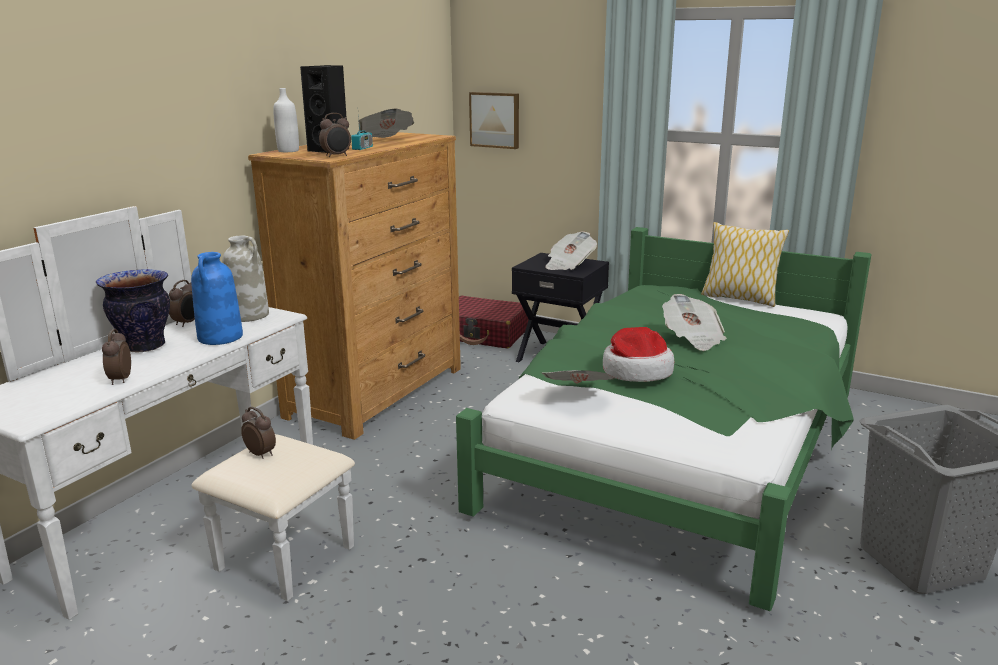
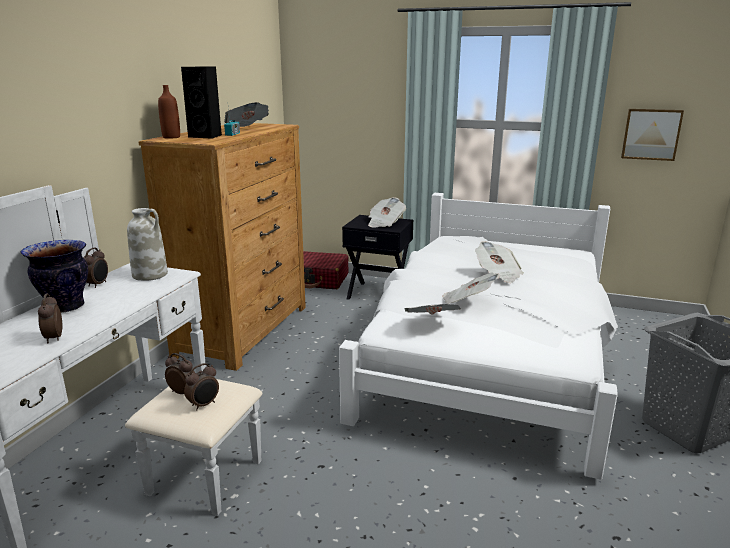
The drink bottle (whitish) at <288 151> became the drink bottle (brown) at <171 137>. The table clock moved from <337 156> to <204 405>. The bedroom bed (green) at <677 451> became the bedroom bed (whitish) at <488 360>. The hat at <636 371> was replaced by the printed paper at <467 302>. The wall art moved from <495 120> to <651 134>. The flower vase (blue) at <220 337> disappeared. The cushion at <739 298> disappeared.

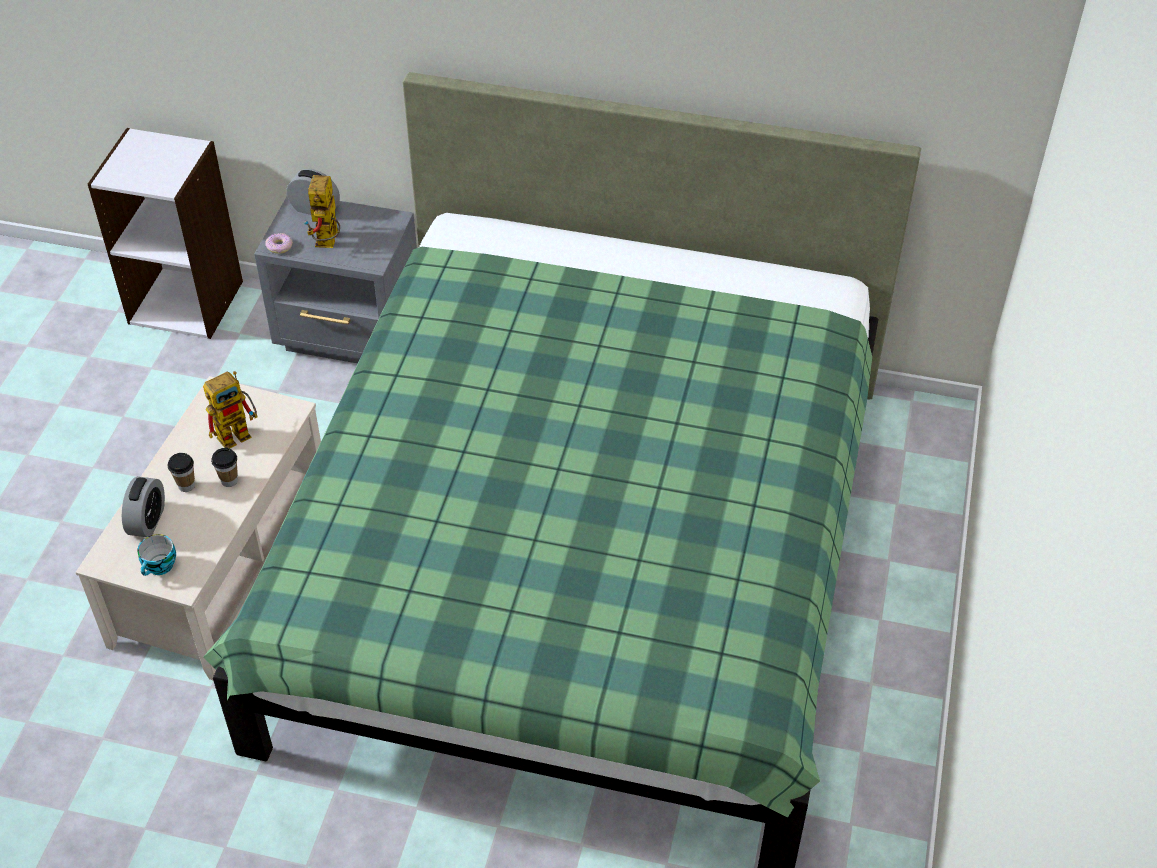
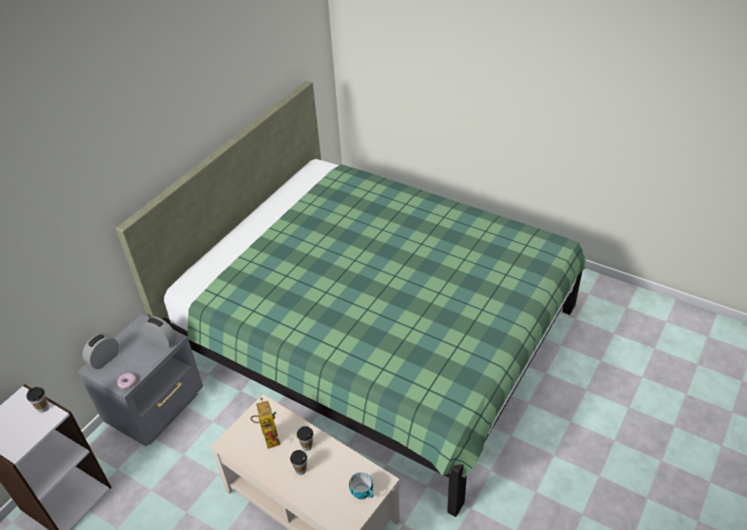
The small cup at <43 408> appeared. The table clock moved from <148 521> to <162 341>. The toy robot at <328 244> disappeared.

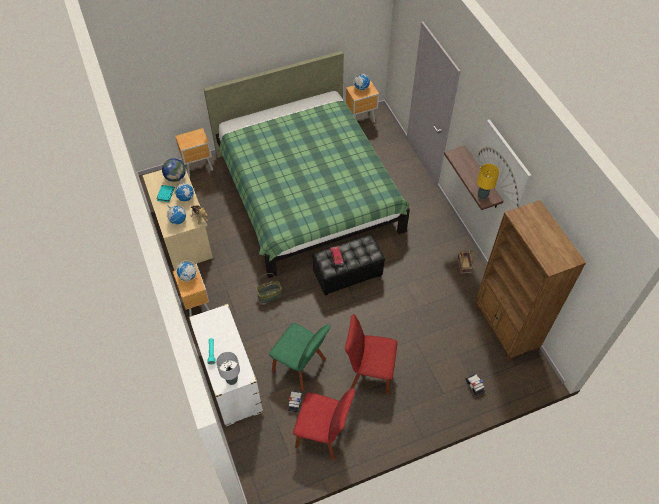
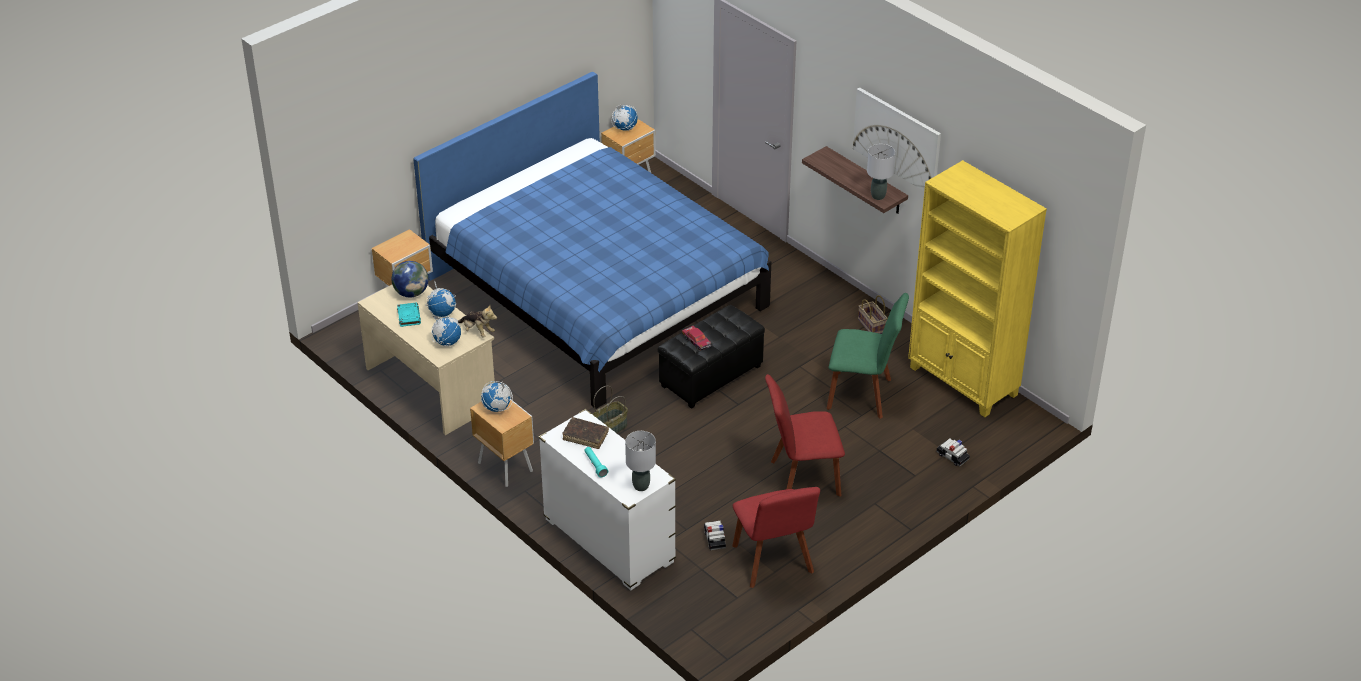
The bedroom bed (green) at <307 193> became the bedroom bed (blue) at <596 293>. The volume (brown) at <585 436> appeared. The chair (red-coloured) at <323 434> turned 75 degrees clockwise. The chair (green) moved from <301 366> to <863 395>. The lamp for a table (yellow) at <482 196> became the lamp for a table (grey) at <878 196>. The shelving unit (brown) at <505 328> became the shelving unit (yellow) at <963 382>.

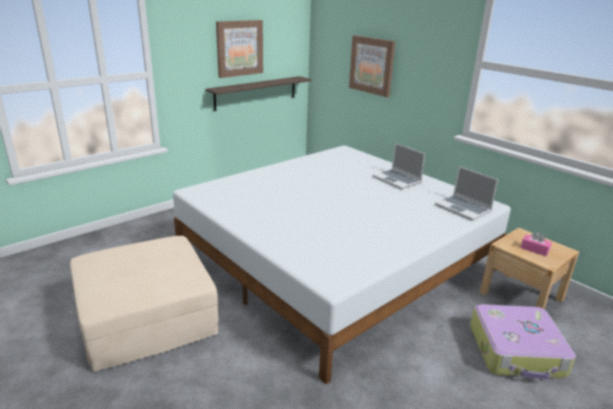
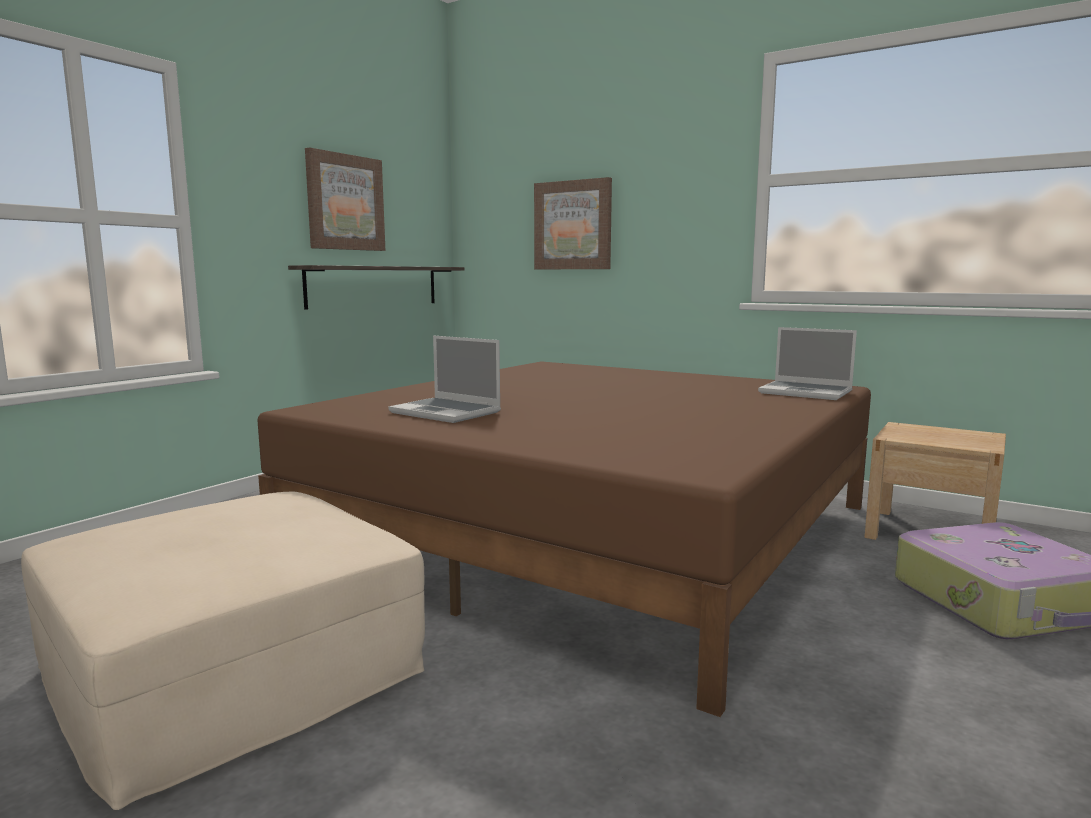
The bedroom bed (whitish) at <336 261> became the bedroom bed (brown) at <593 531>. The portable computer moved from <397 180> to <447 412>. The tissue holder (pink) at <534 249> disappeared.

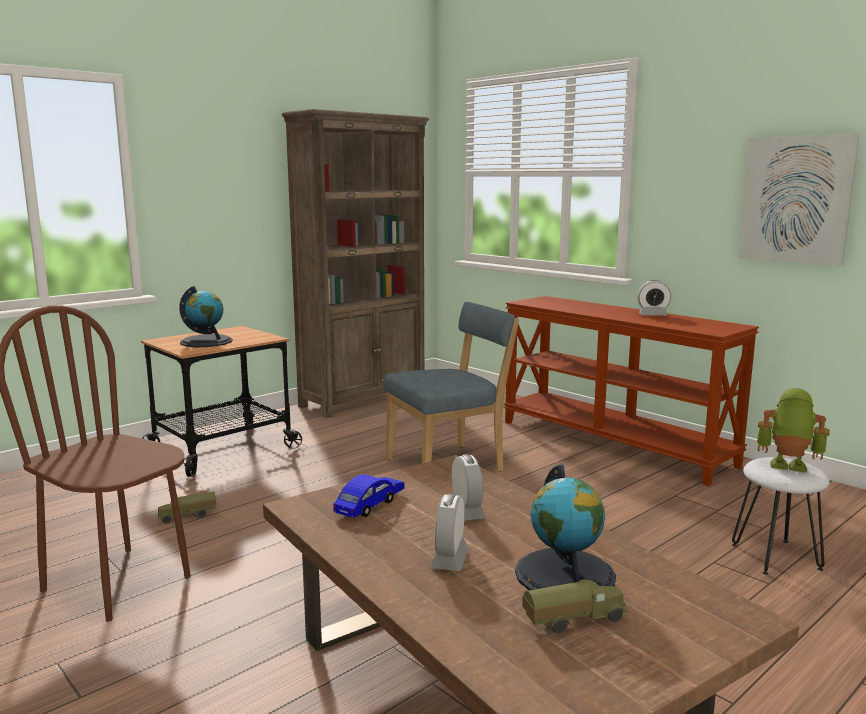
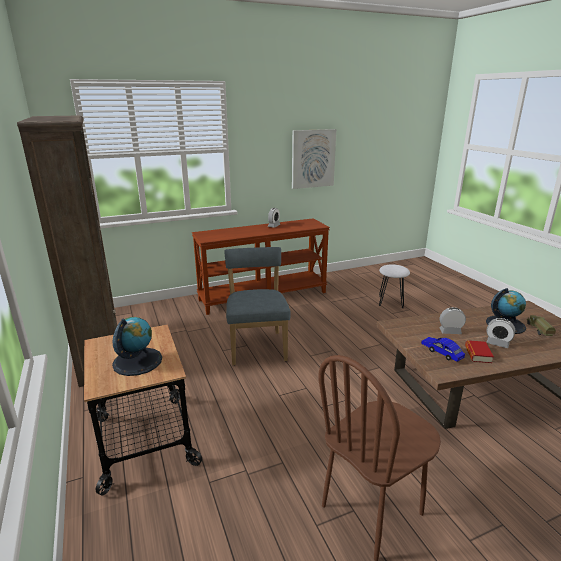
The volume at <478 354> appeared. The toy truck at <187 517> disappeared. The toy robot at <787 467> disappeared.

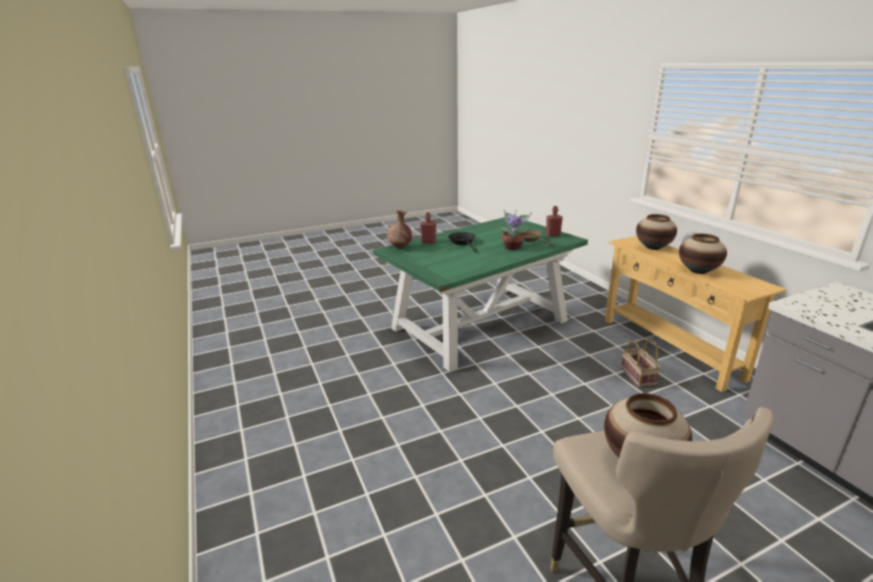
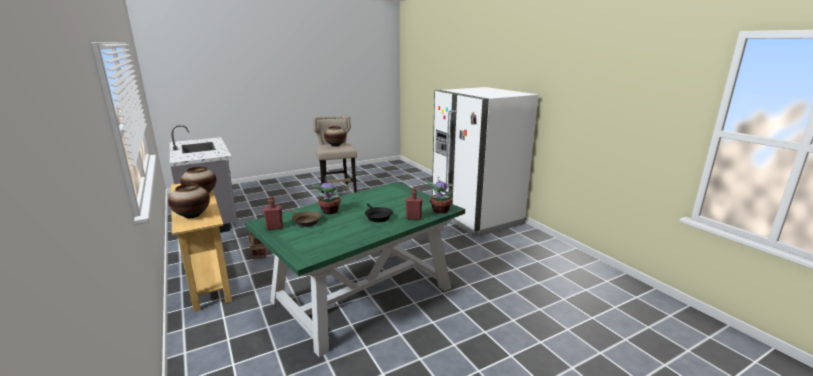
The flower vase (brown) at <400 247> was replaced by the houseplant at <439 210>. The kitchen fridge (whitish) at <476 217> appeared.

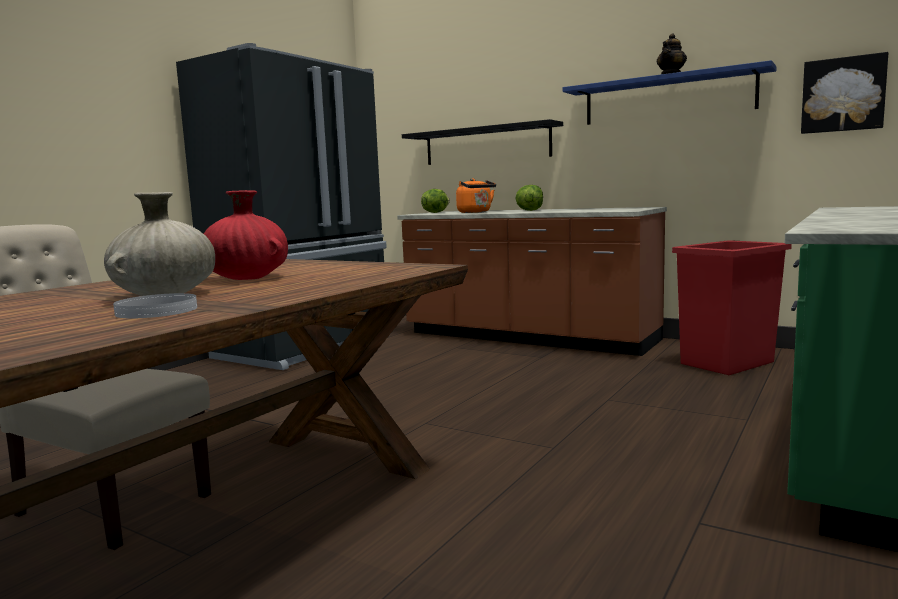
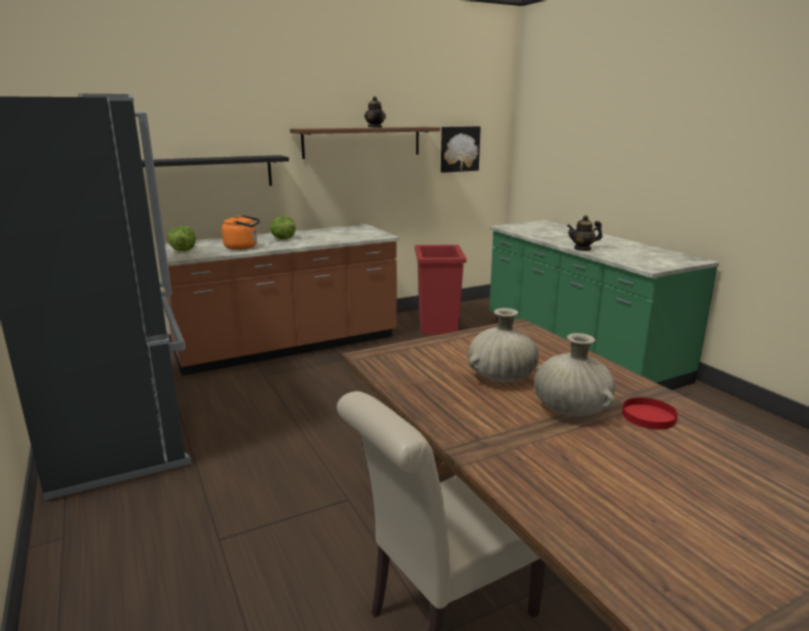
The wall shelf (blue) at <667 98> became the wall shelf (brown) at <362 142>. The flower vase (red-coloured) at <247 278> became the flower vase (beige) at <501 377>. The teapot at <582 249> appeared. The flat dish (whitish) at <157 310> became the flat dish (red-coloured) at <648 416>.

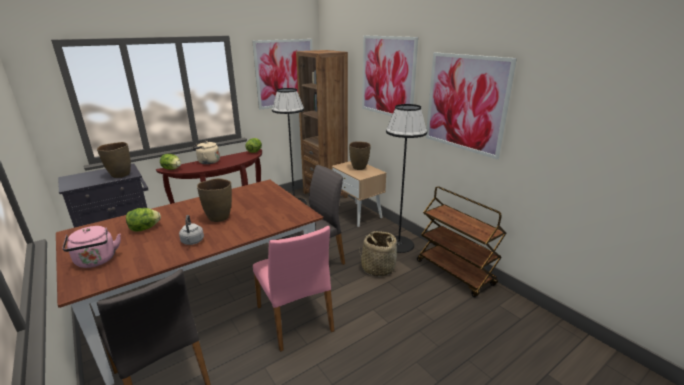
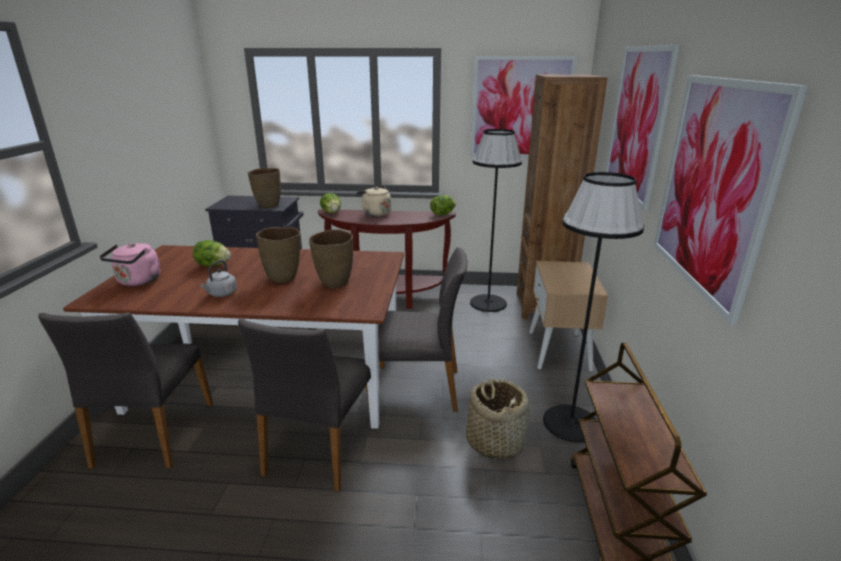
The chair (pink) at <296 318> became the chair (grey) at <320 448>. The flower vase (brown) moved from <359 168> to <335 283>.

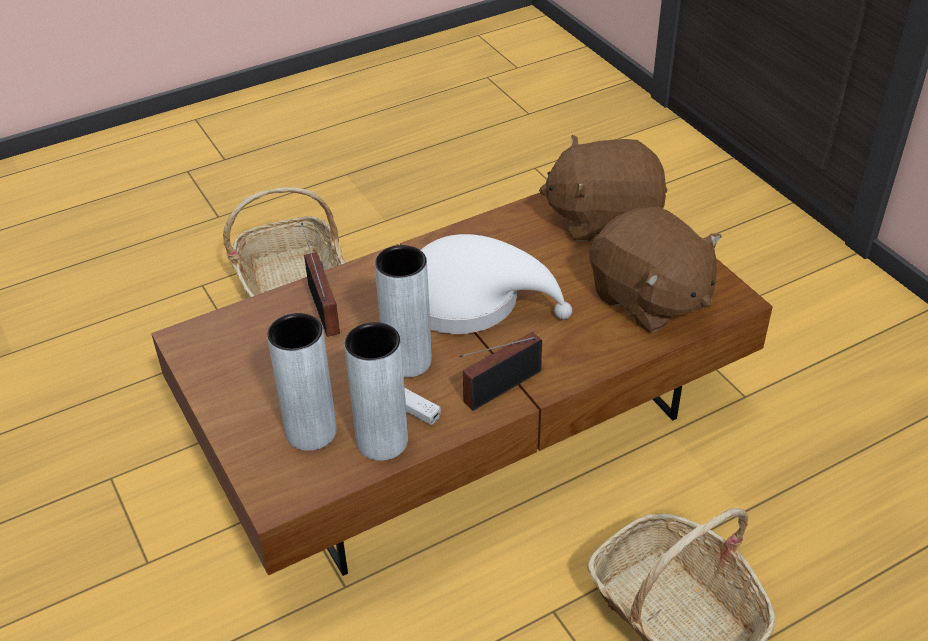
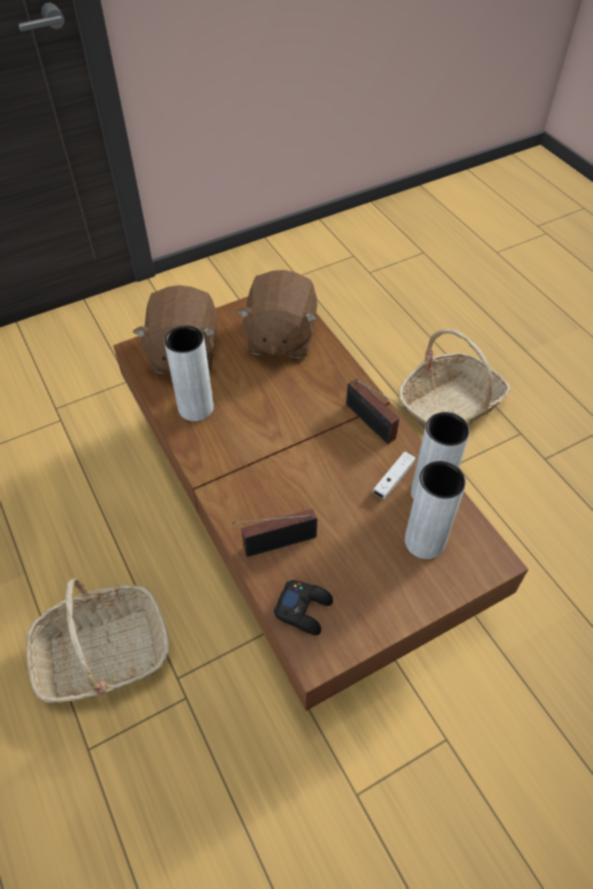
The flower vase (grey) moved from <407 361> to <196 408>. The plush toy (brown) at <649 299> turned 135 degrees clockwise. The game controller (blackish) at <304 609> appeared. The hat (whitish) at <471 299> disappeared.

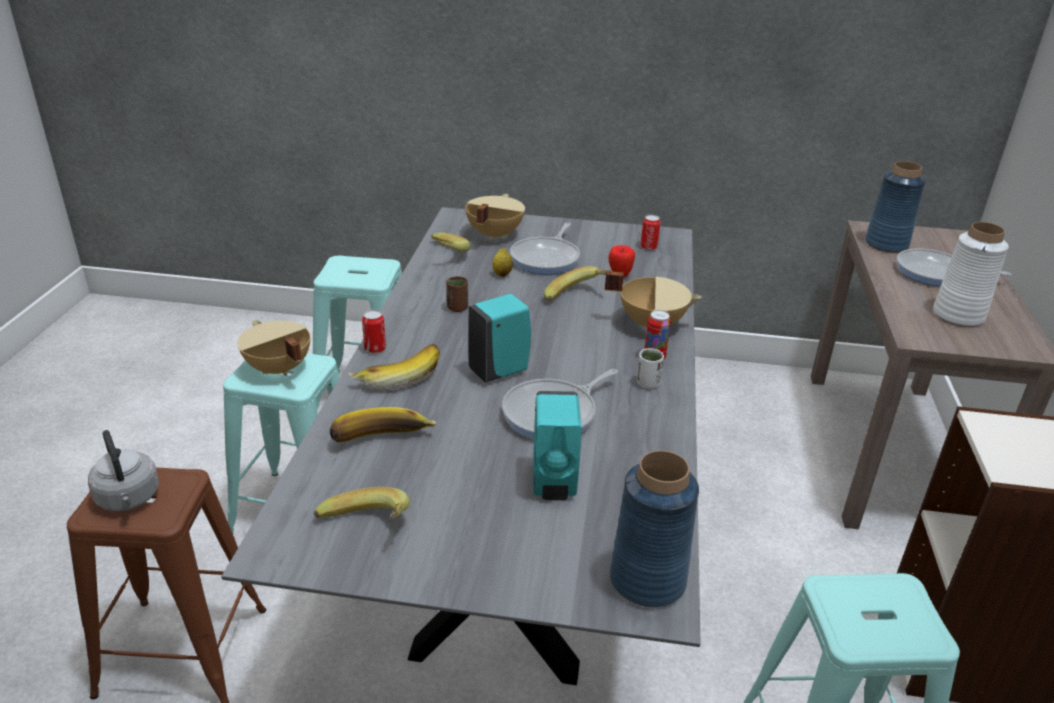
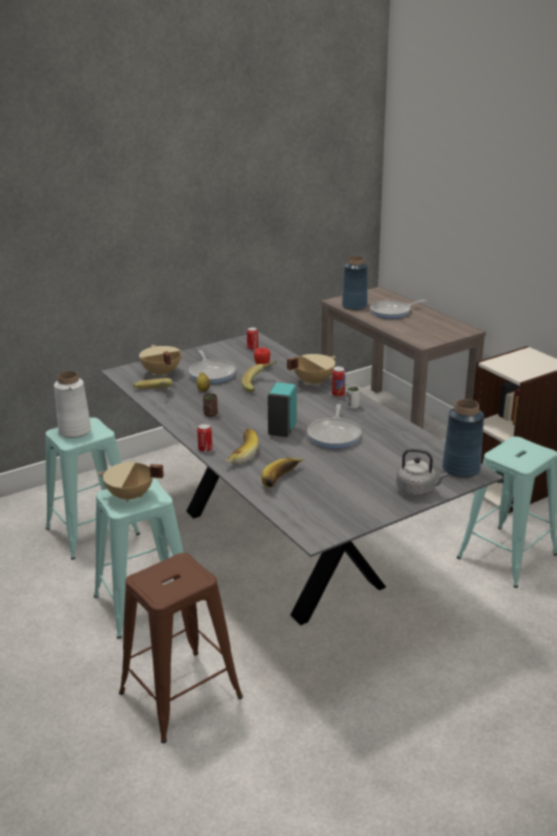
The flower vase (whitish) moved from <958 315> to <75 431>. The water kettle (grey) moved from <129 499> to <417 490>. The whole banana at <366 529> disappeared. The liquid soap bottle (turquoise) at <554 483> disappeared.

